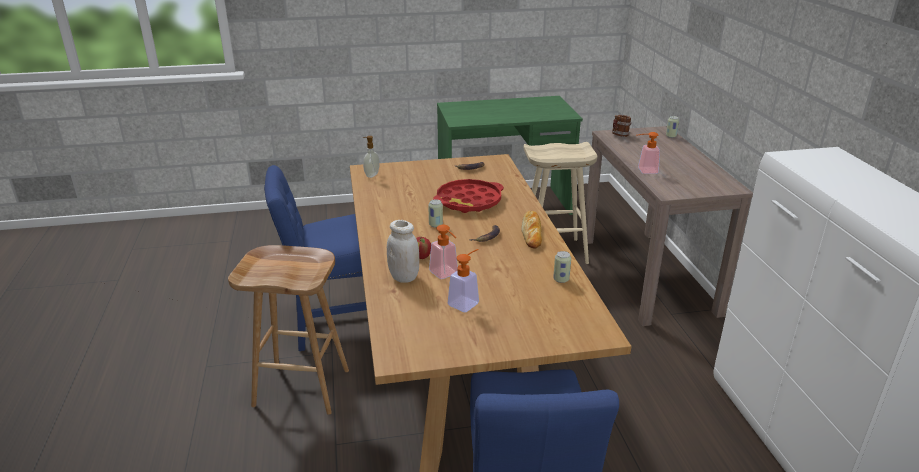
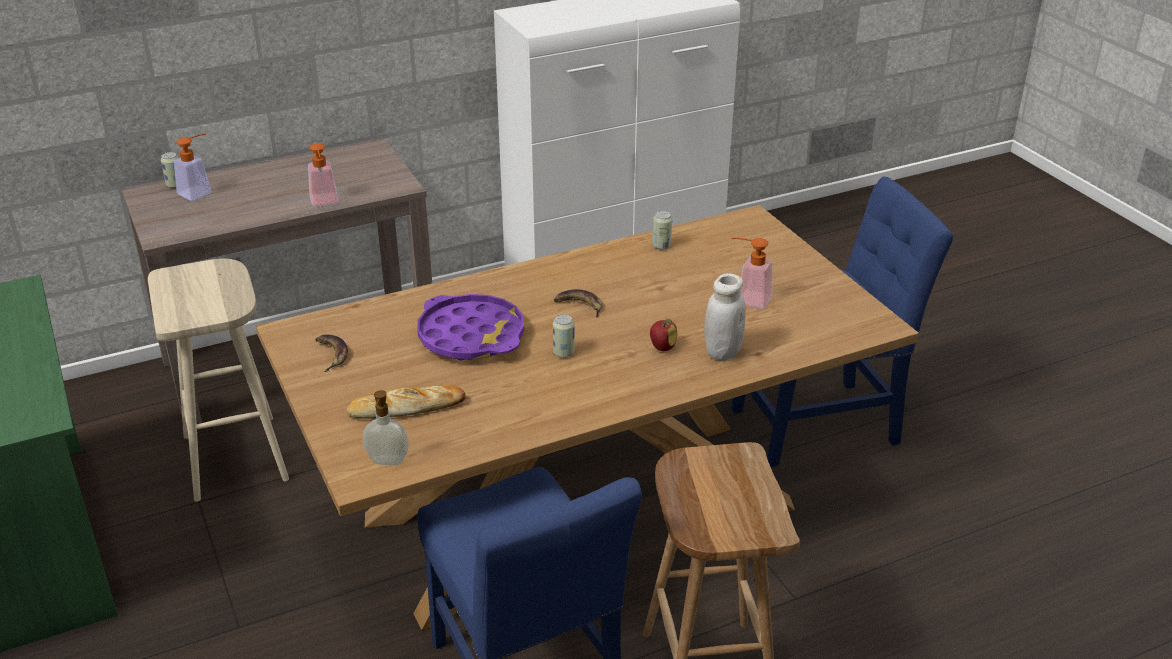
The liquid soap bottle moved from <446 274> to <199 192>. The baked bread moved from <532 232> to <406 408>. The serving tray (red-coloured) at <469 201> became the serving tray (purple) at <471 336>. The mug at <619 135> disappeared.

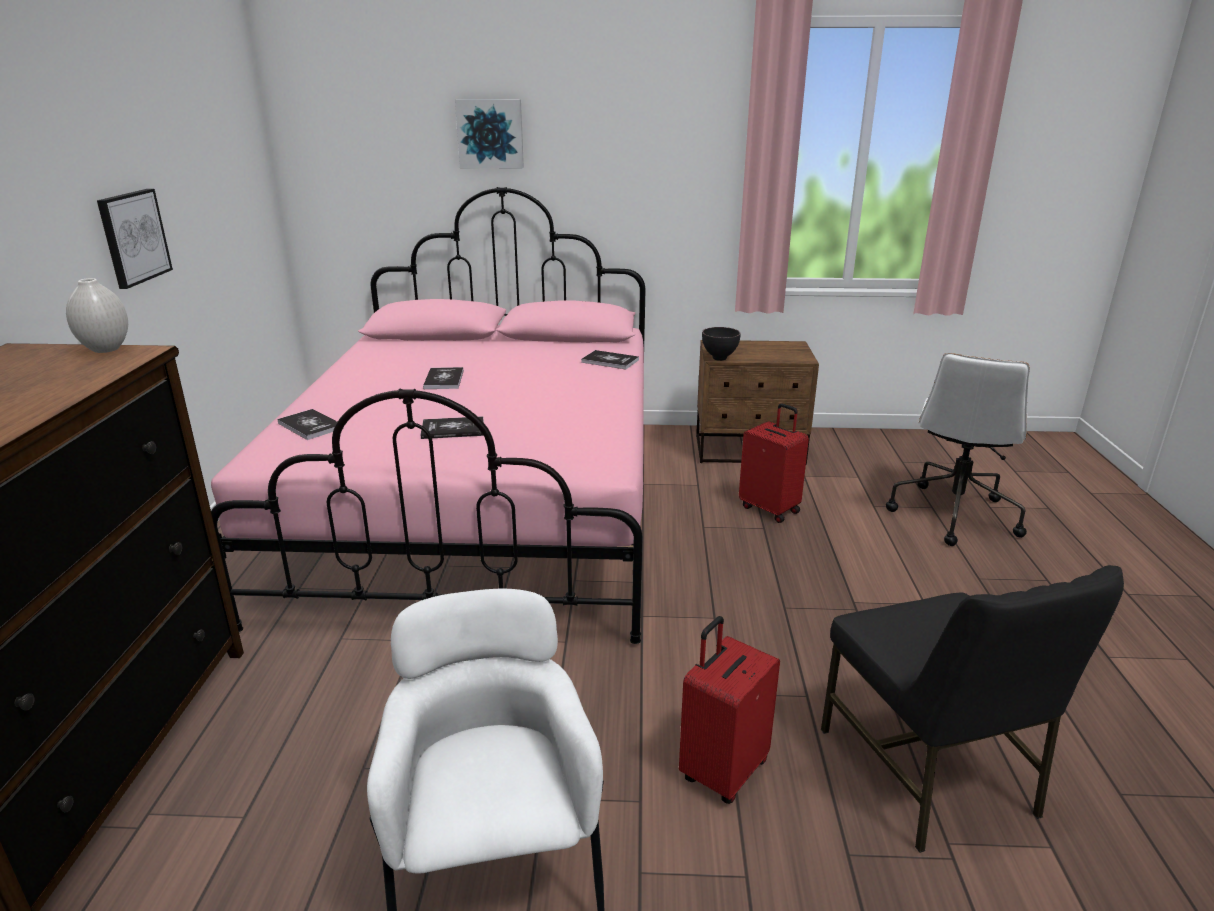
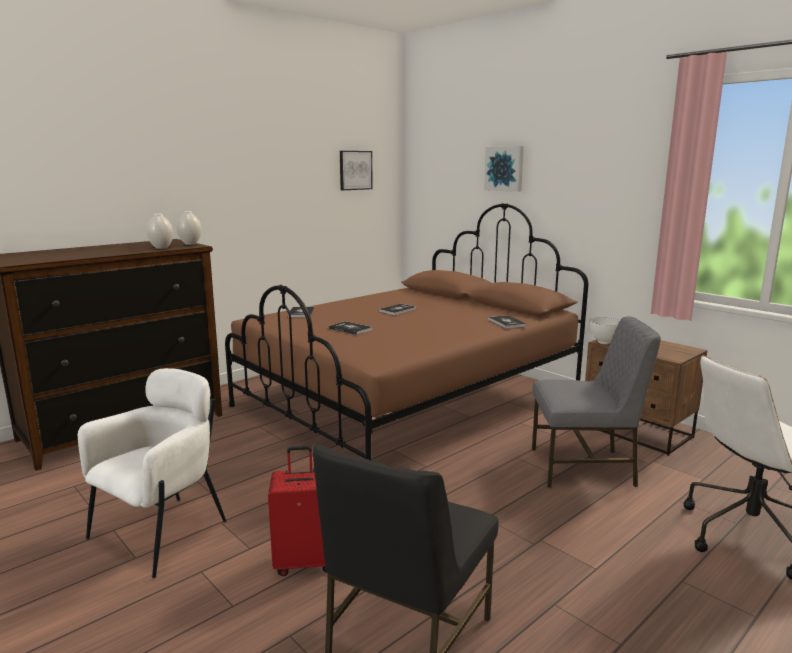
The flower vase (whitish) at <162 248> appeared. The bedroom bed (pink) at <484 507> became the bedroom bed (brown) at <409 401>. The wall art moved from <133 237> to <355 170>. The piece of luggage (red-coloured) at <770 509> was replaced by the chair (grey) at <584 467>. The bowl (blackish) at <720 359> became the bowl (whitish) at <604 343>.

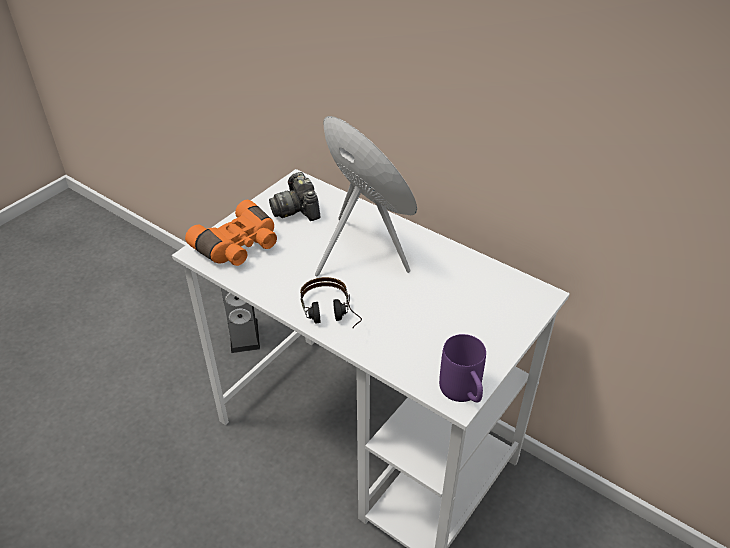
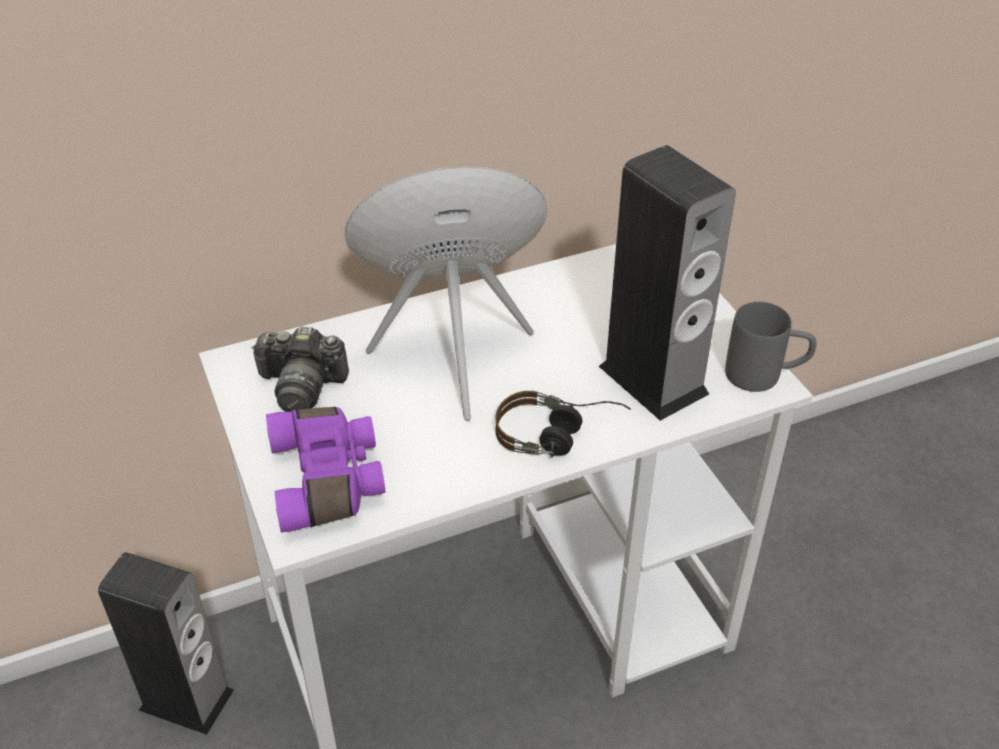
The binoculars (orange) at <239 246> became the binoculars (purple) at <329 480>. The audio speaker at <653 380> appeared. The mug (purple) at <463 394> became the mug (grey) at <765 376>.

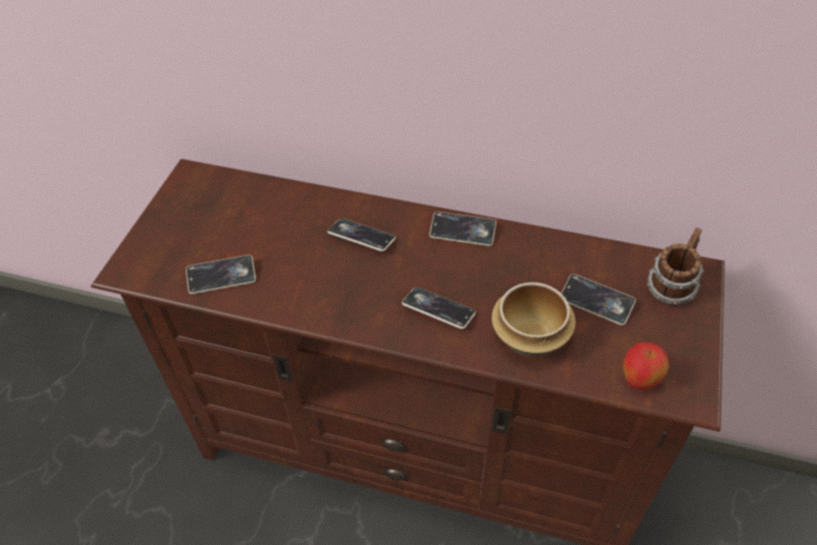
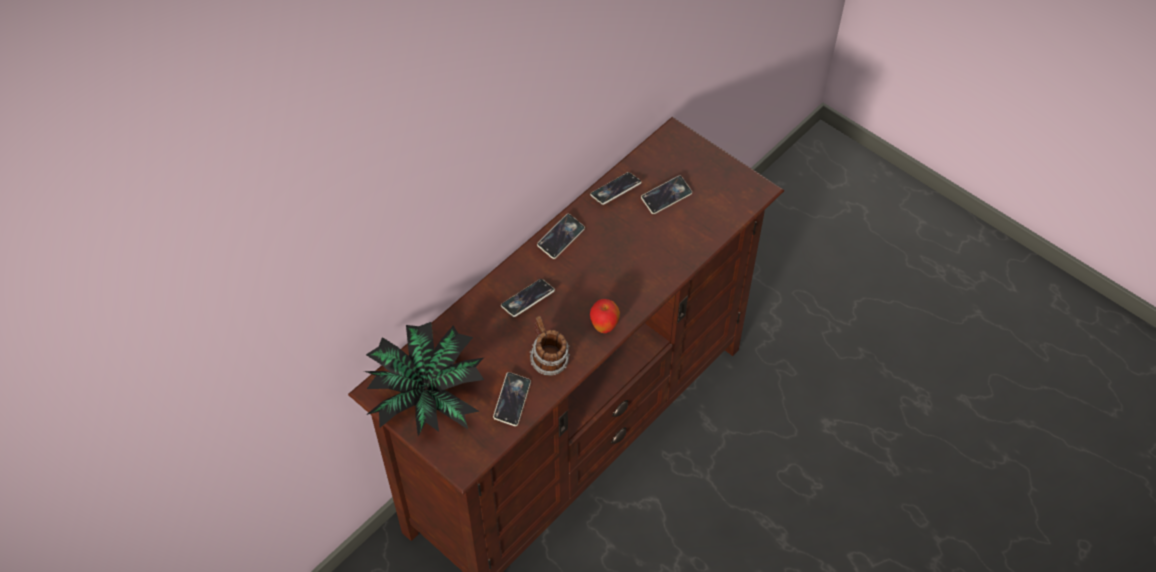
The houseplant at <427 394> appeared. The mug moved from <670 287> to <548 360>. The handset moved from <438 310> to <615 190>. The whole apple moved from <638 381> to <604 327>. The bowl at <530 338> disappeared.

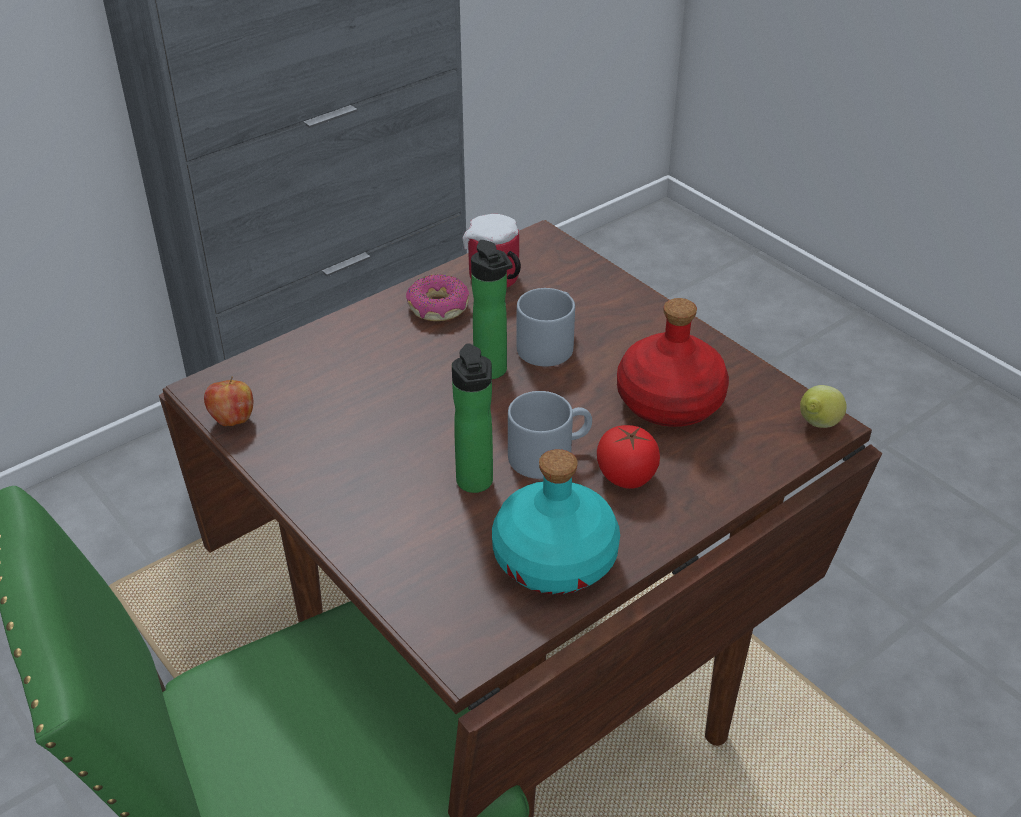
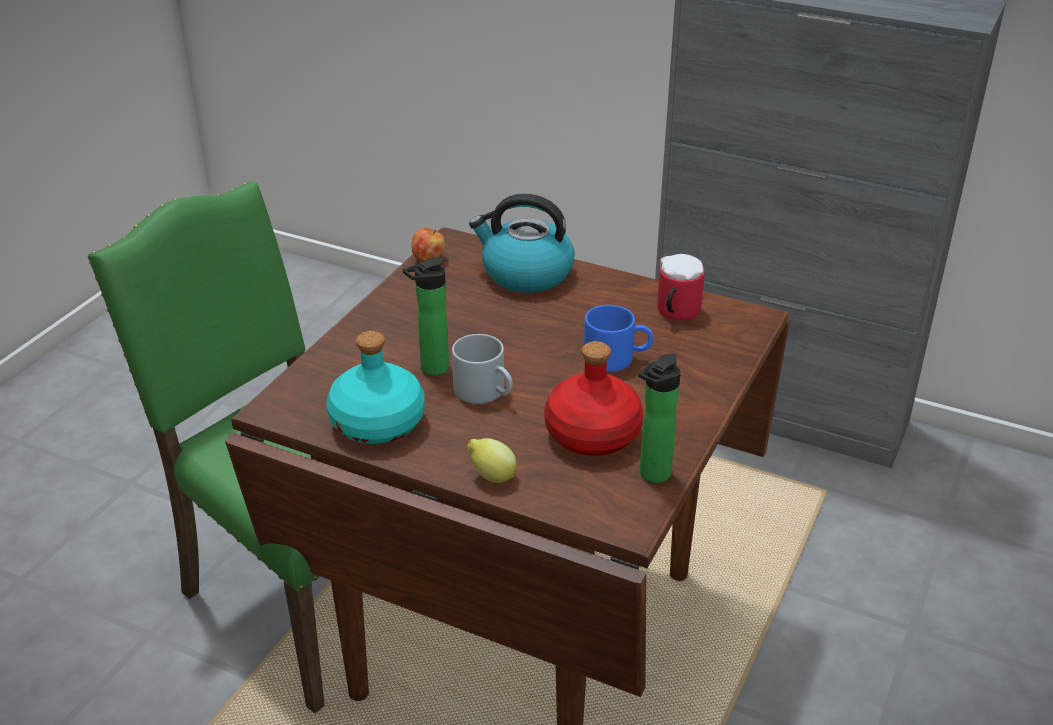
The citrus fruit moved from <817 426> to <491 477>. The water kettle at <525 274> appeared. The mug (grey) at <548 343> became the mug (blue) at <617 357>. The drink bottle moved from <492 372> to <652 476>. The ring doughnut at <438 308> disappeared. The tomato at <626 476> disappeared.

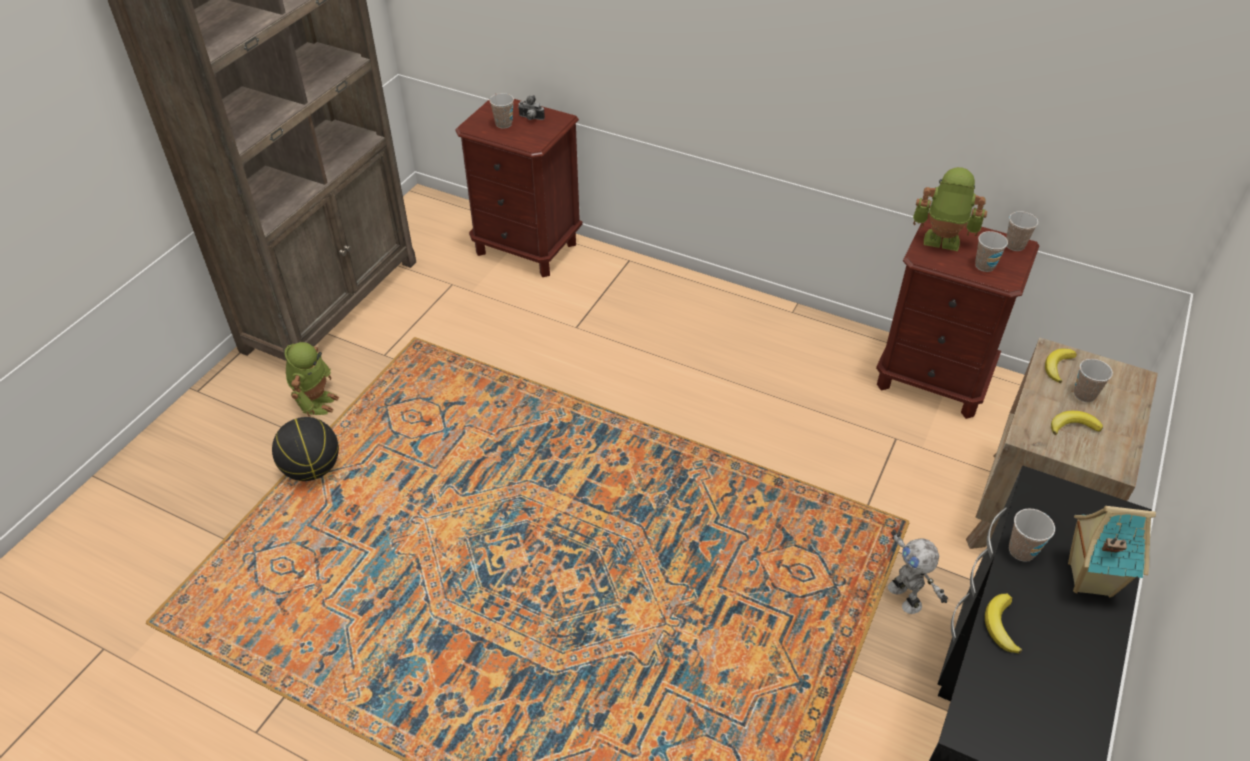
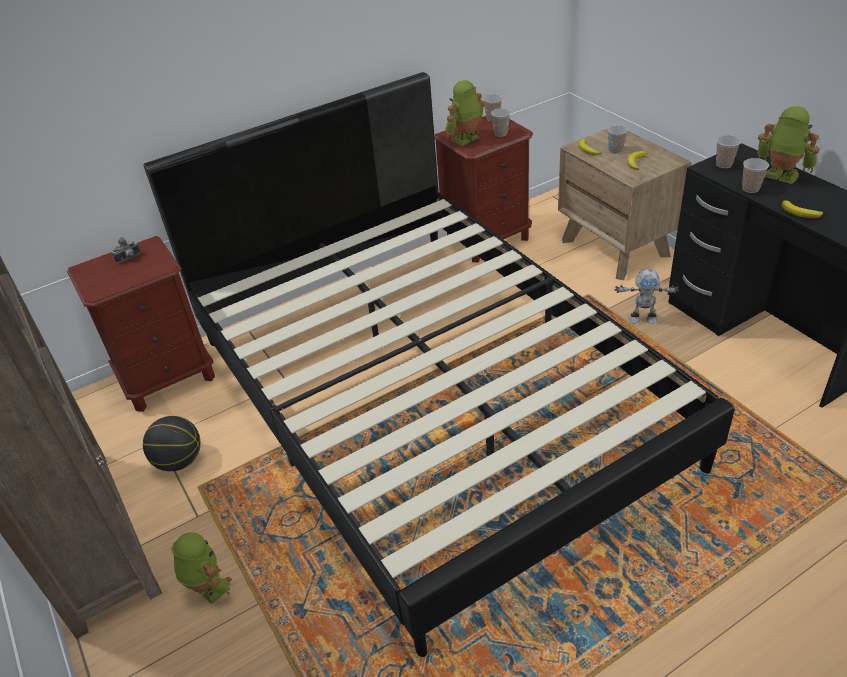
The bedroom bed (blackish) at <430 397> appeared. The ball for basketball moved from <312 469> to <179 461>. The small cup moved from <503 124> to <724 164>. The toy house at <1088 578> was replaced by the toy robot at <779 176>.

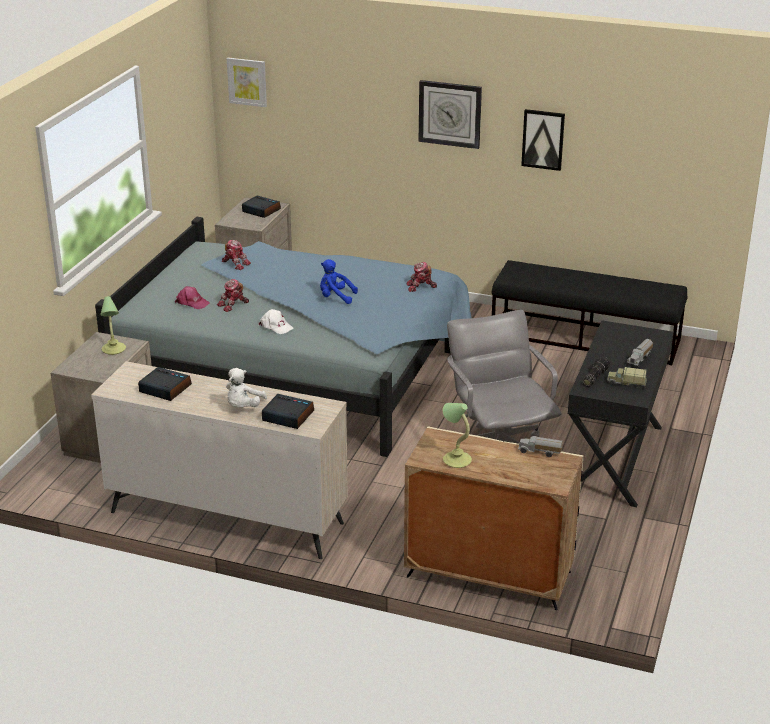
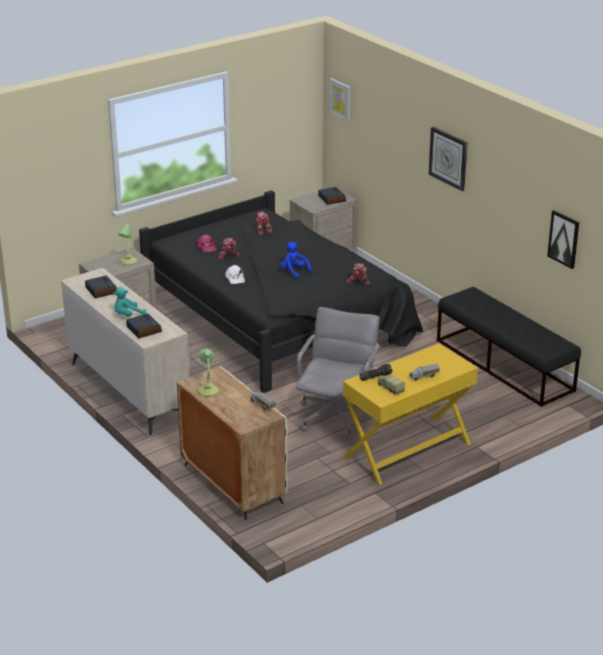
The plush toy (whitish) at <243 407> became the plush toy (turquoise) at <128 316>. The bedroom bed (blue) at <298 371> became the bedroom bed (blackish) at <278 320>. The desk unit (blackish) at <614 459> became the desk unit (yellow) at <407 450>. The wall art moved from <543 139> to <564 239>.

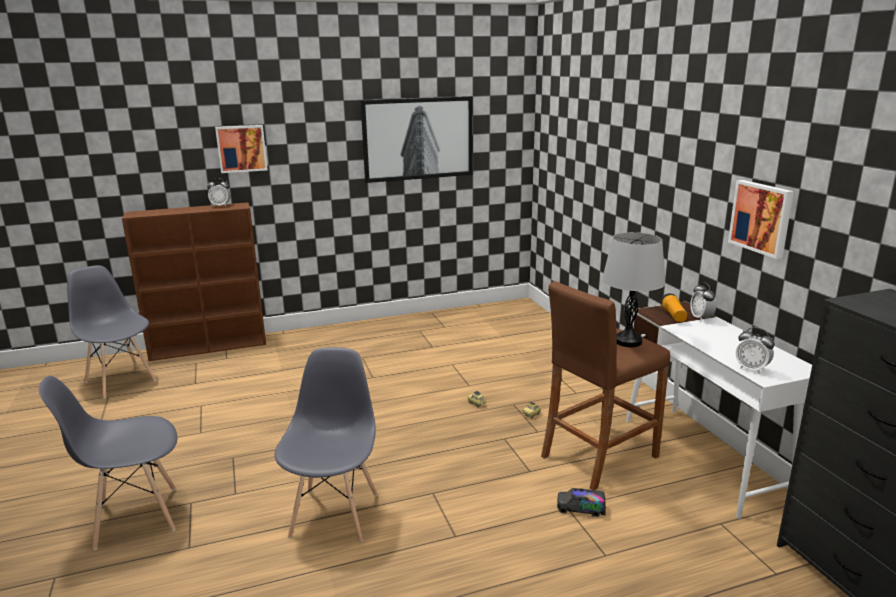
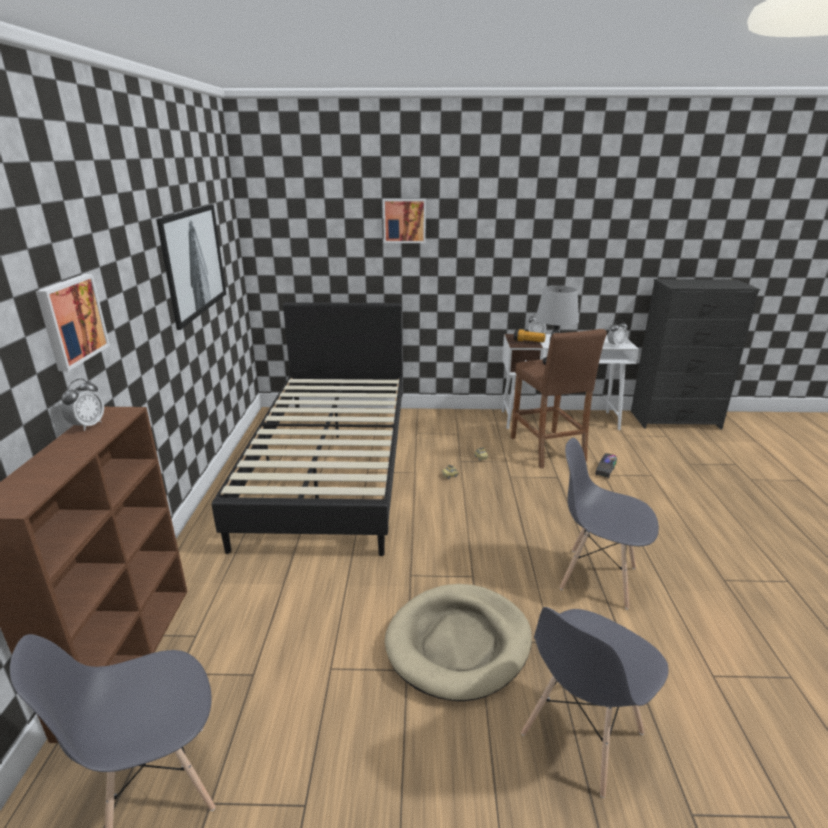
The bedroom bed (blackish) at <331 466> appeared. The wall art moved from <762 217> to <404 220>. The pet bed (beige) at <459 643> appeared. The chair (grey) at <135 517> turned 45 degrees clockwise.

